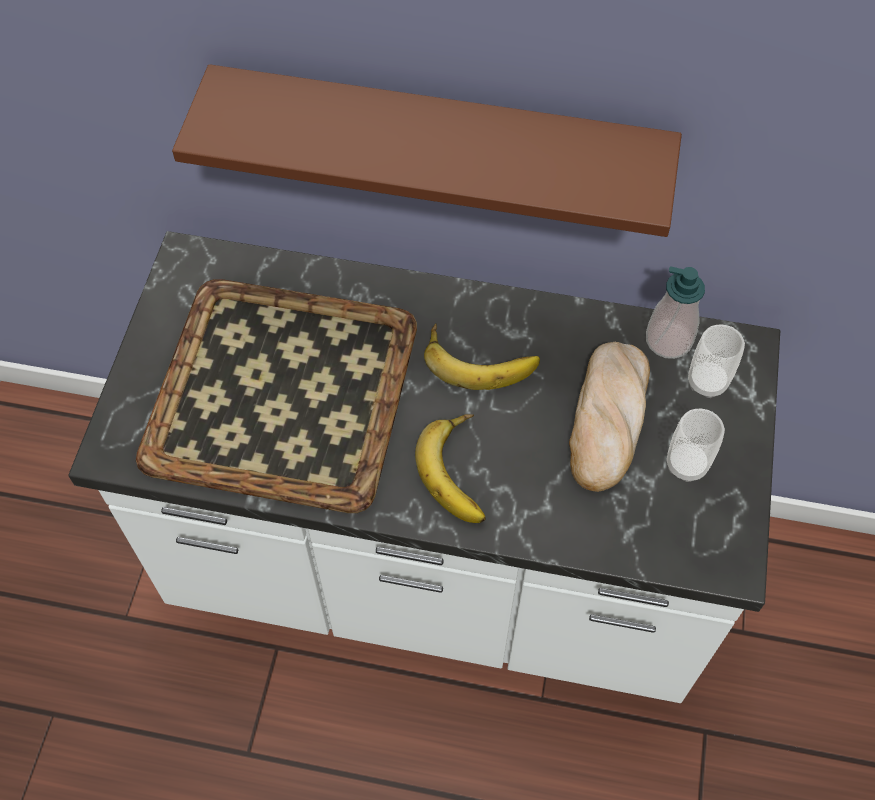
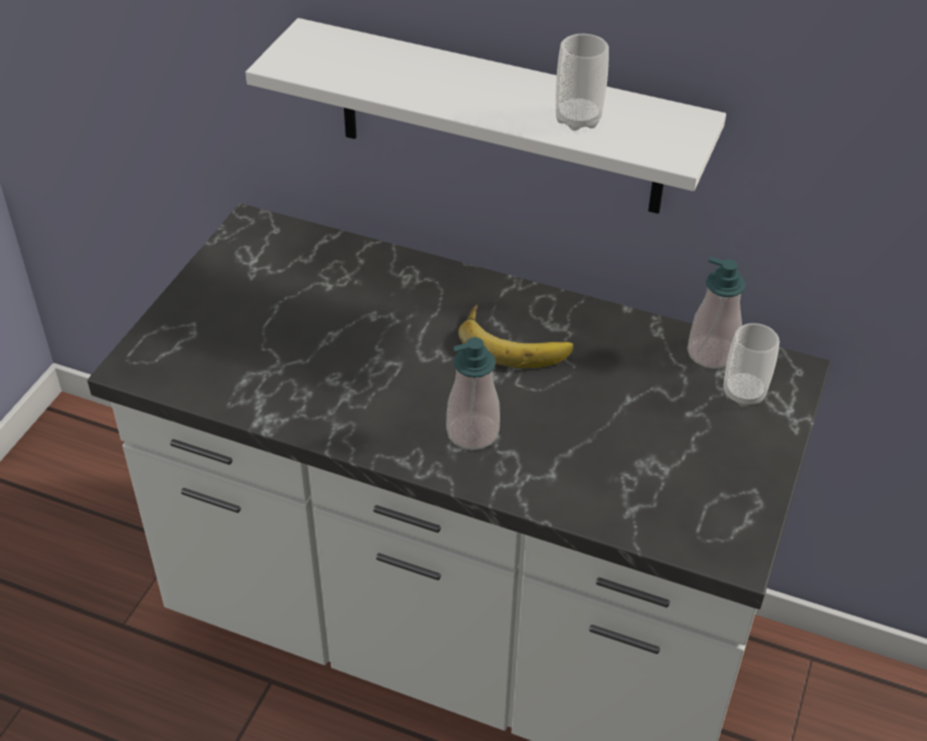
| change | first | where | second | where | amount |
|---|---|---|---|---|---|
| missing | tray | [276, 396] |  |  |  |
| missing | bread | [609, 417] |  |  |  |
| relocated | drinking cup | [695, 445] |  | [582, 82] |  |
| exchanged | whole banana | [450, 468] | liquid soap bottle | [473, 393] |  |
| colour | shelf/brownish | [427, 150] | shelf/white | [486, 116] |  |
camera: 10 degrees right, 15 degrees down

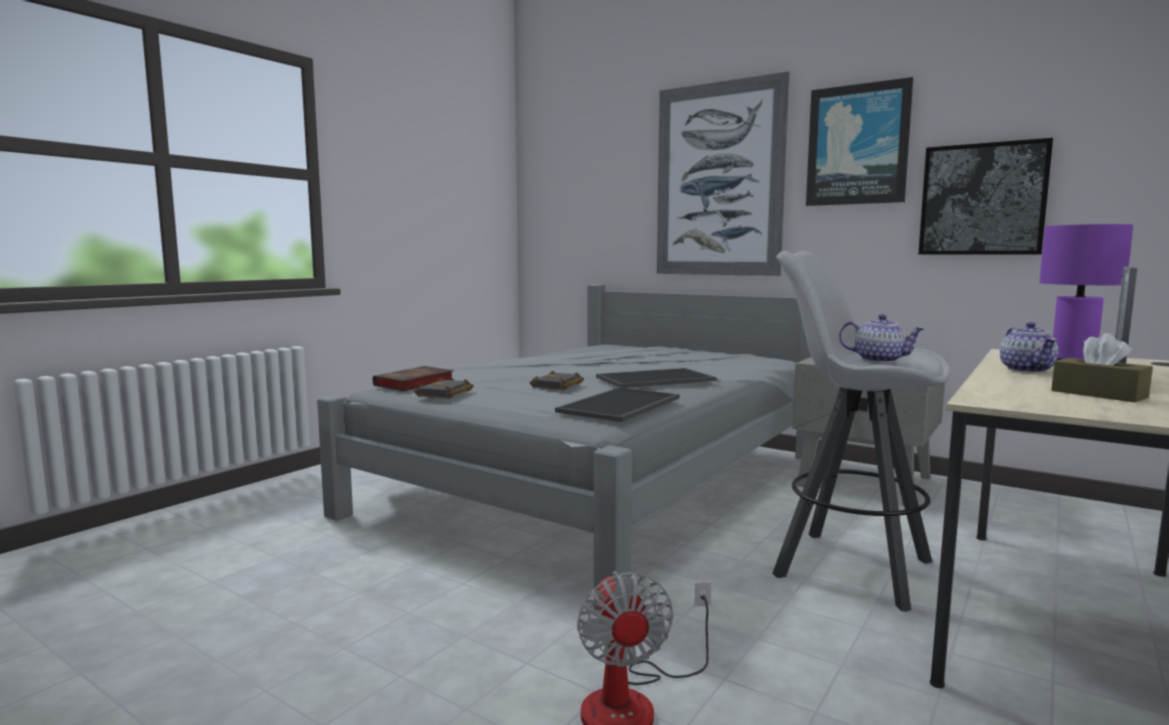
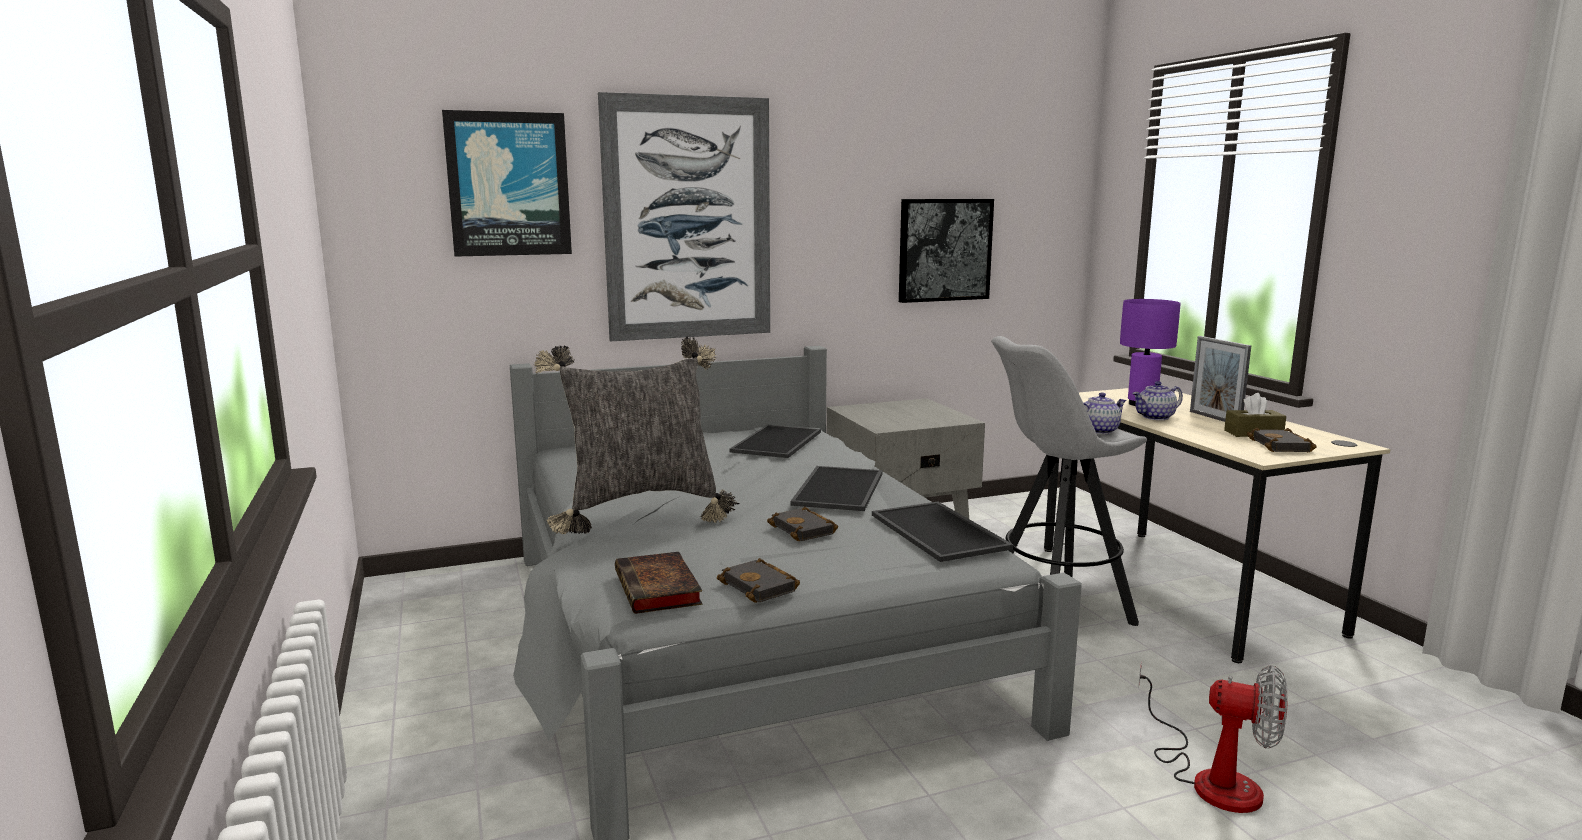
| change | first | where | second | where | amount |
|---|---|---|---|---|---|
| appeared |  |  | pillow | [636, 435] |  |
| appeared |  |  | tray | [775, 441] |  |
| appeared |  |  | bound book/blackish | [1282, 440] |  |
| relocated | picture | [859, 141] |  | [507, 183] |  |
| spun | tea pot | [1029, 347] |  | [1157, 400] | 120 degrees clockwise |
camera: 55 degrees left, 5 degrees up

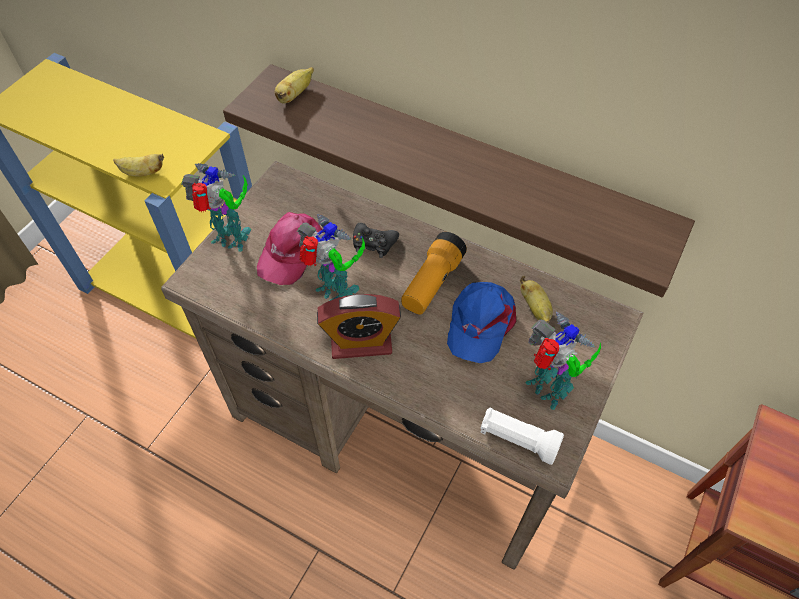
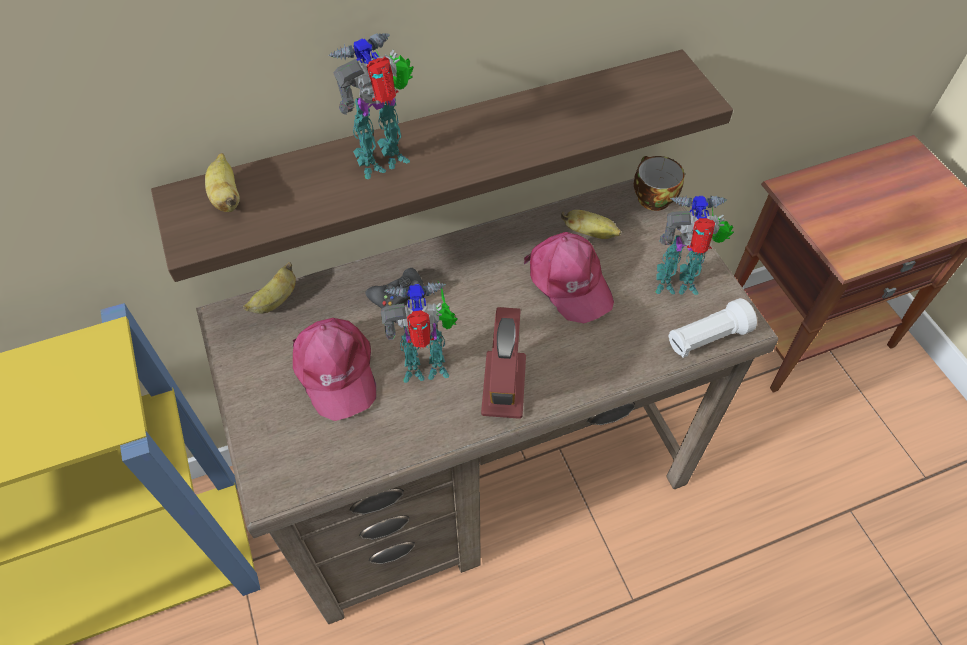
| change | first | where | second | where | amount |
|---|---|---|---|---|---|
| missing | hand torch | [434, 273] |  |  |  |
| appeared |  |  | drinking cup | [659, 183] |  |
| relocated | whole banana | [138, 165] |  | [269, 288] |  |
| relocated | model robot | [216, 207] |  | [370, 106] |  |
| colour | peaked cap/bluish | [481, 322] | peaked cap/pinkish | [569, 277] |  |
| spun | bedside clock | [359, 326] |  | [503, 363] | 150 degrees clockwise |
camera: 50 degrees left, 0 degrees up

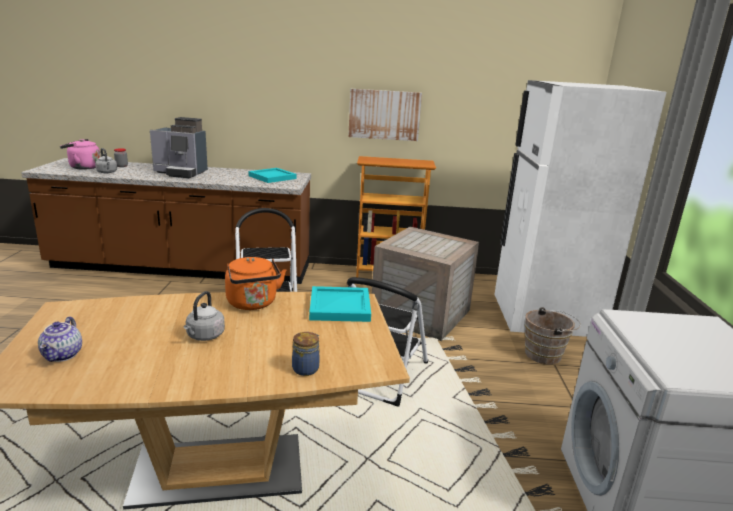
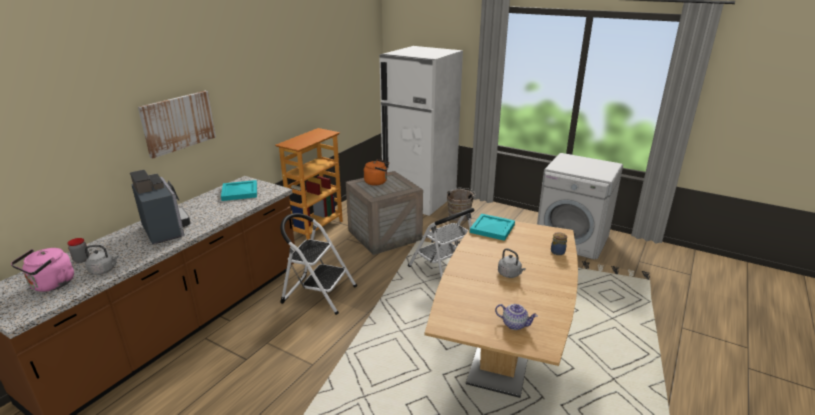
| change | first | where | second | where | amount |
|---|---|---|---|---|---|
| relocated | water kettle/orange | [255, 283] |  | [376, 172] |  |
| relocated | picture | [385, 115] |  | [177, 125] |  |
| spun | coffee maker | [179, 147] |  | [160, 207] | 75 degrees counterclockwise |
camera: 60 degrees left, 5 degrees up

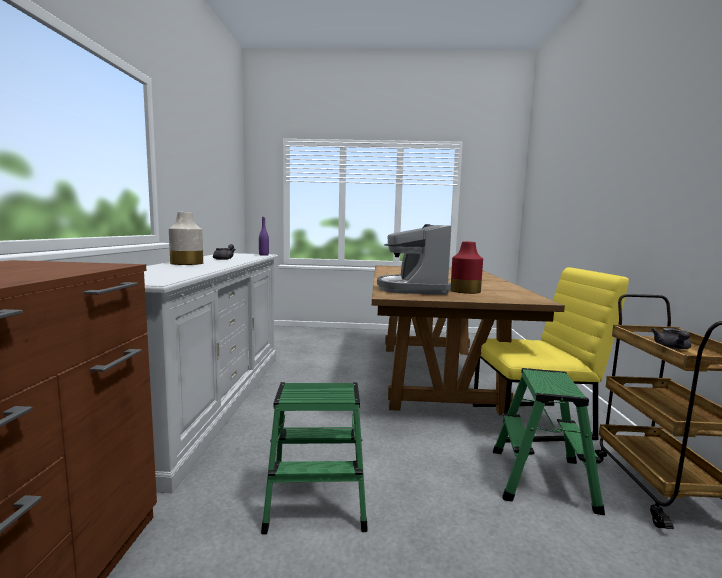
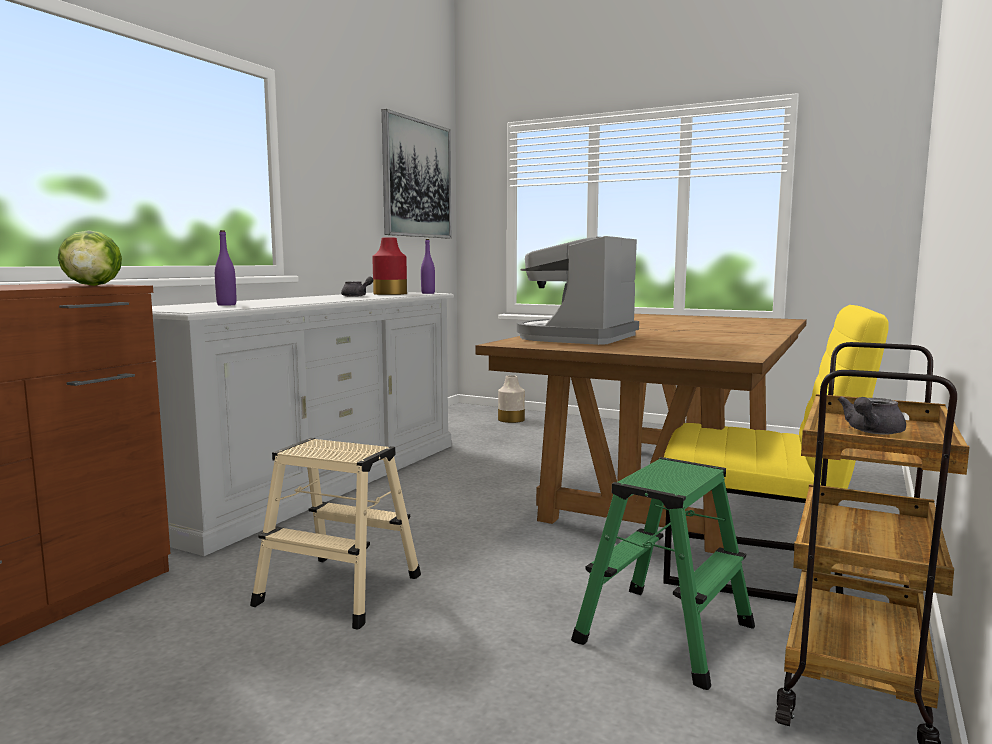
| change | first | where | second | where | amount |
|---|---|---|---|---|---|
| appeared |  |  | head of lettuce | [90, 258] |  |
| appeared |  |  | drink bottle/purple-coloured | [225, 268] |  |
| appeared |  |  | picture | [416, 173] |  |
| relocated | flower vase/beige-coloured | [186, 238] |  | [511, 399] |  |
| relocated | flower vase/red | [466, 268] |  | [389, 266] |  |
| colour | step stool/green | [314, 458] | step stool/beige-coloured | [335, 533] |  |
camera: 25 degrees right, 0 degrees up

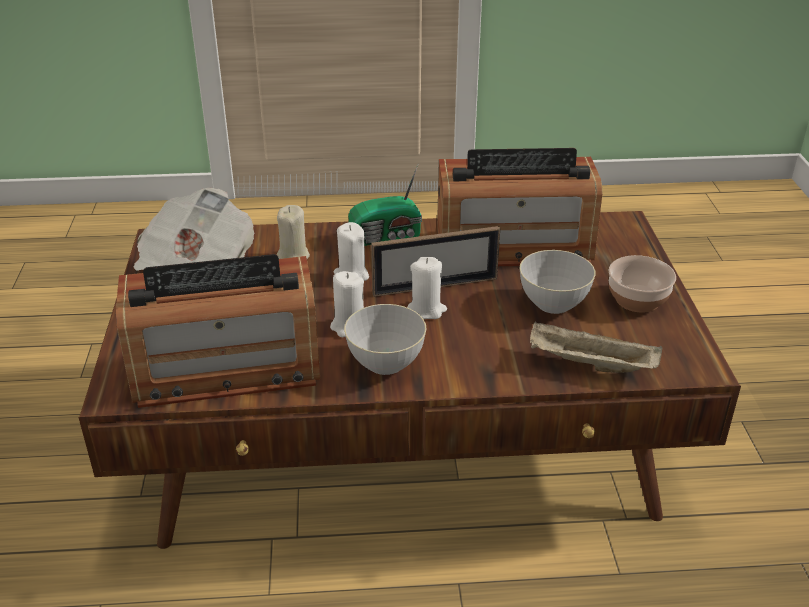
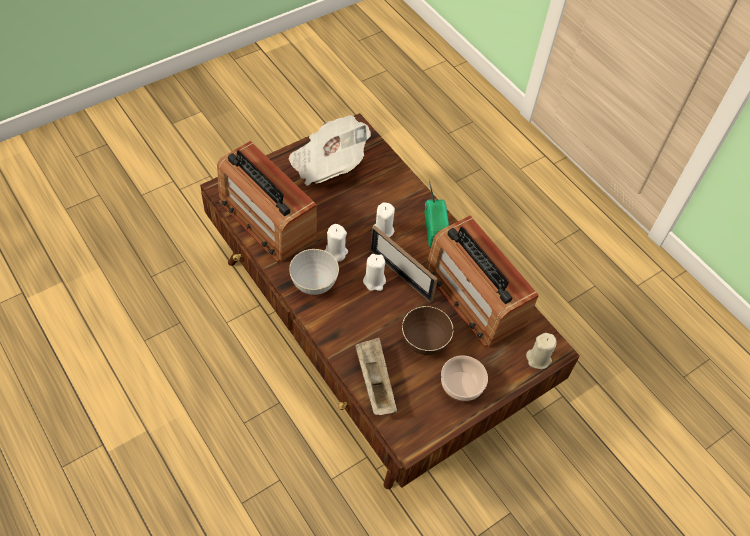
| change | first | where | second | where | amount |
|---|---|---|---|---|---|
| relocated | candle/beige-coloured | [293, 232] |  | [541, 351] |  |
| colour | deep dish/gray | [558, 282] | deep dish/brownish | [427, 330] |  |
| spun | radio set | [385, 205] |  | [437, 214] | 135 degrees counterclockwise |
camera: 55 degrees right, 20 degrees up

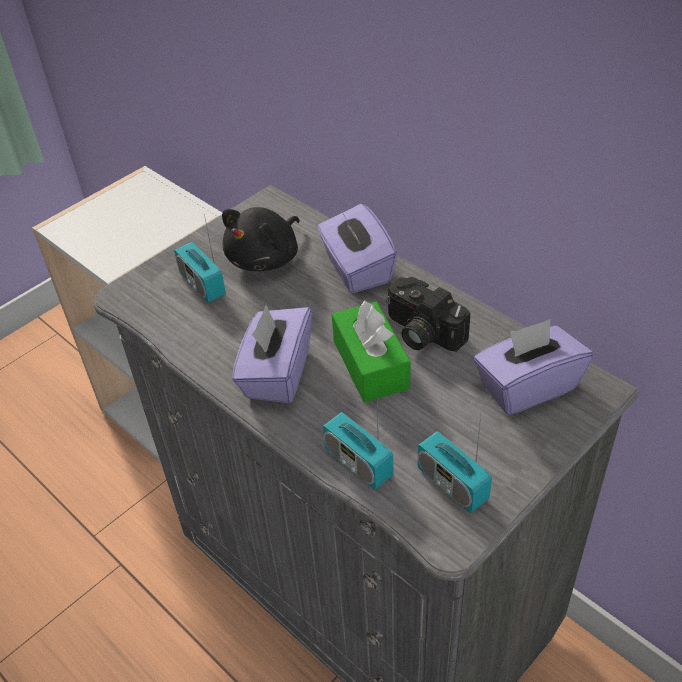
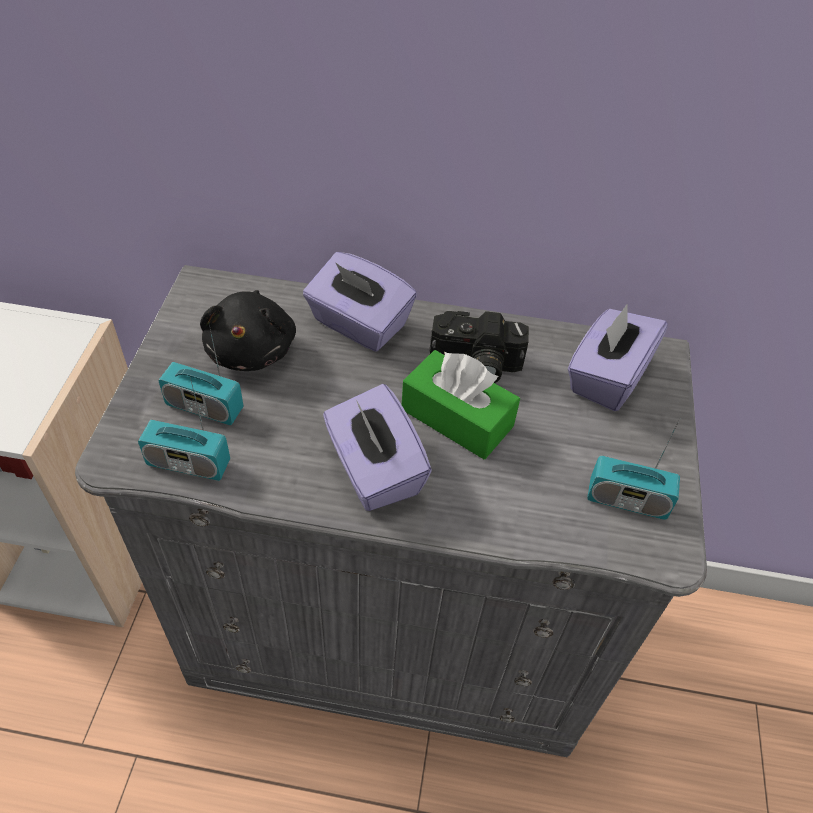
| change | first | where | second | where | amount |
|---|---|---|---|---|---|
| relocated | radio set | [358, 440] |  | [184, 429] |  |
camera: 40 degrees left, 5 degrees up

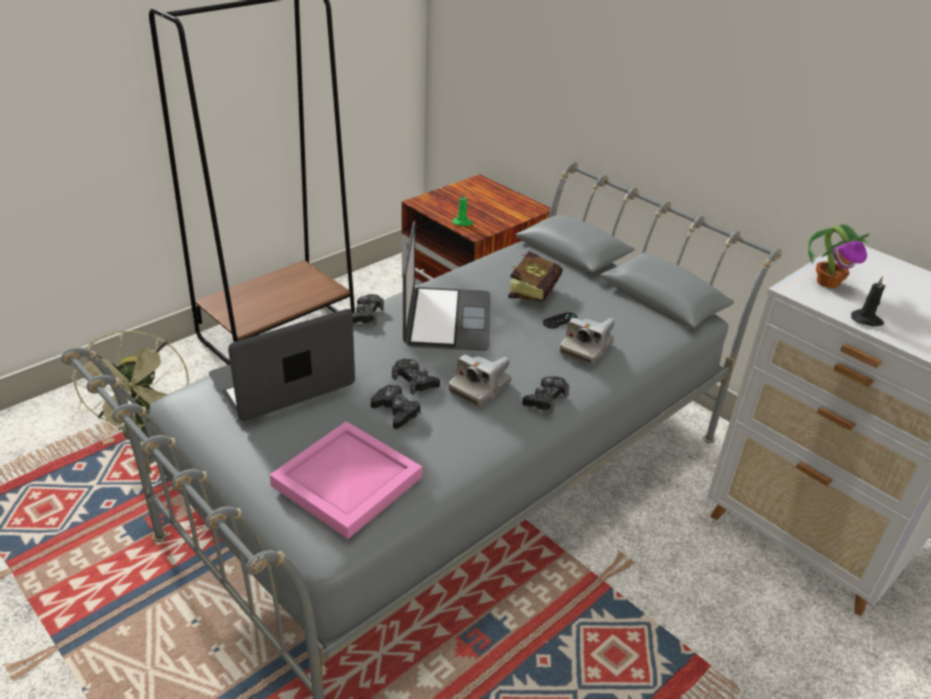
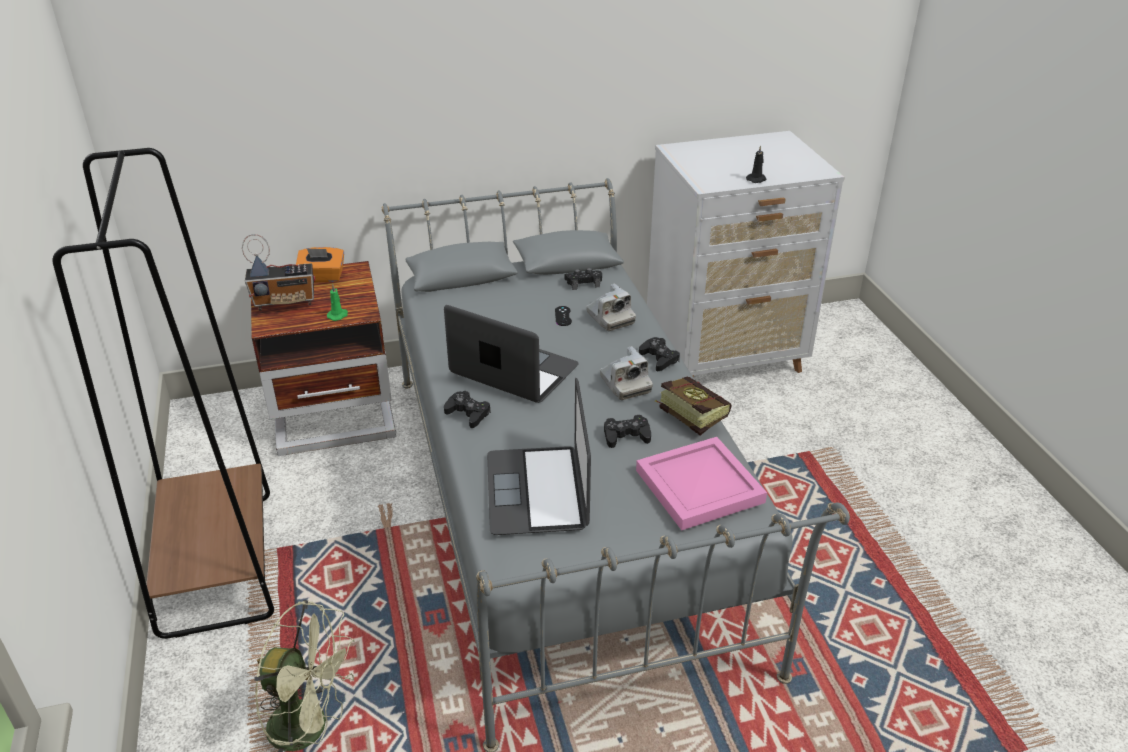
| change | first | where | second | where | amount |
|---|---|---|---|---|---|
| missing | plant in a pot | [839, 256] |  |  |  |
| appeared |  |  | radio set | [278, 272] |  |
| appeared |  |  | box of tissues/orange | [320, 264] |  |
| relocated | gamepad/blackish | [416, 377] |  | [583, 279] |  |
| relocated | bound book | [535, 276] |  | [693, 406] |  |
camera: 60 degrees left, 0 degrees up

